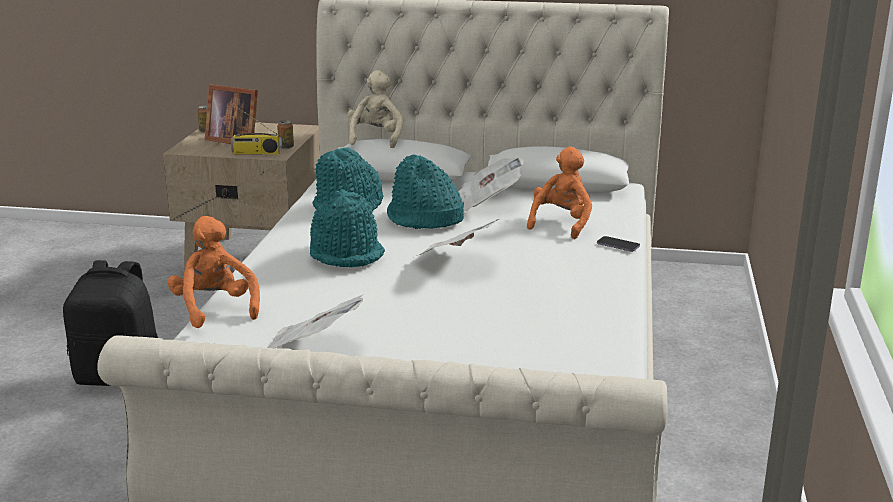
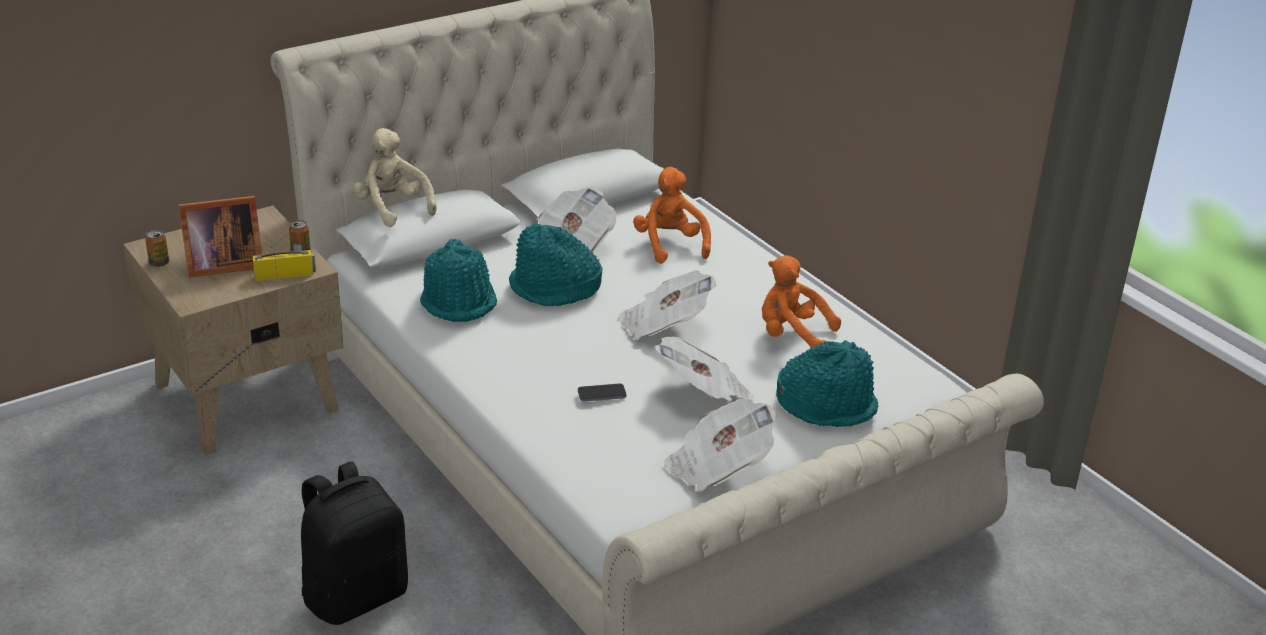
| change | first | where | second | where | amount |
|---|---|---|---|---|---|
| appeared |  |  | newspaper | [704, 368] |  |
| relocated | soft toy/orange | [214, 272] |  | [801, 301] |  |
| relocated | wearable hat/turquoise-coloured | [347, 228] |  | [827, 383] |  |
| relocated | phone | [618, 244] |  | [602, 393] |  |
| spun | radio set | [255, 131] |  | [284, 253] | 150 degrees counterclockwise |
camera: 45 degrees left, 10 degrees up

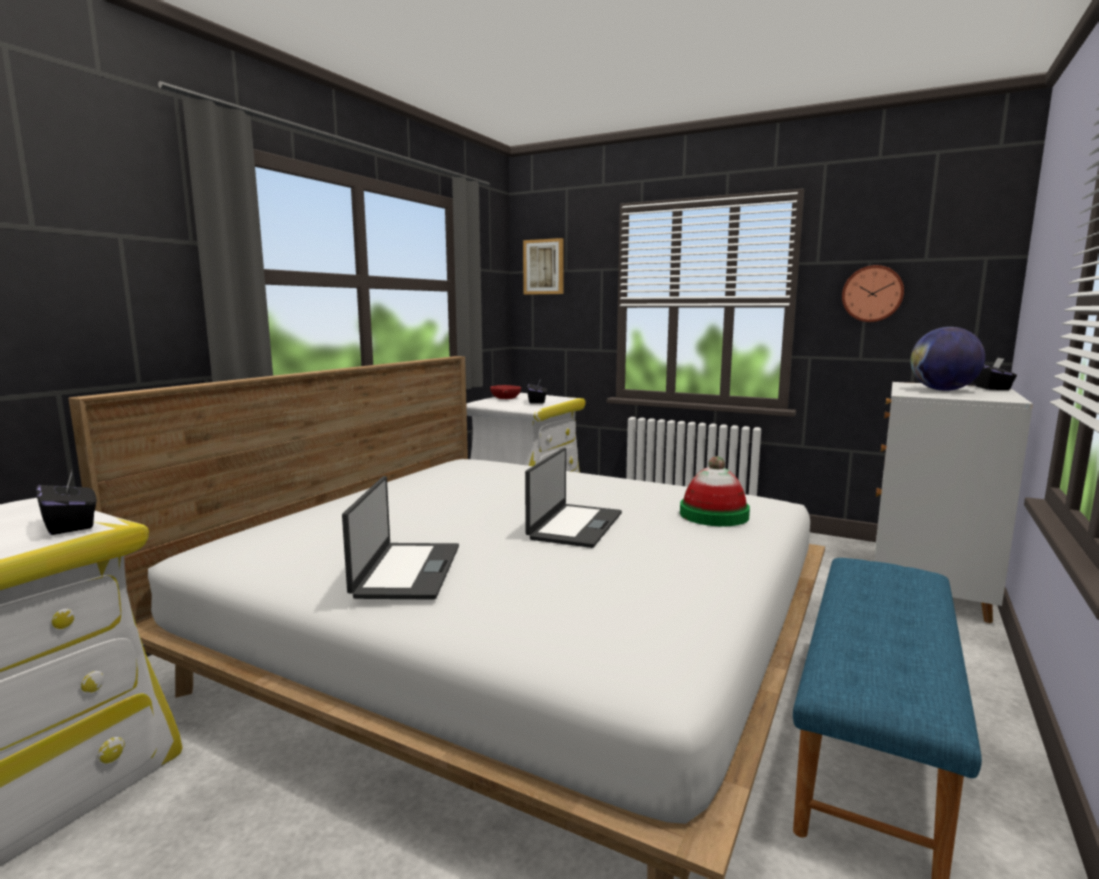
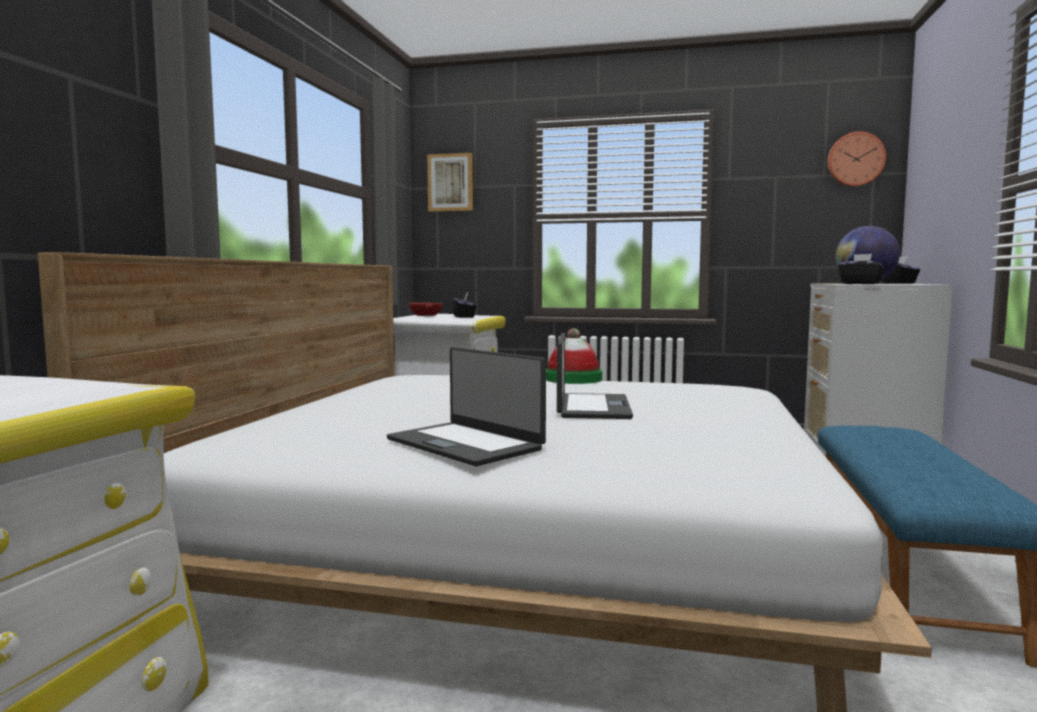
| change | first | where | second | where | amount |
|---|---|---|---|---|---|
| relocated | box of tissues/blackish | [66, 503] |  | [861, 269] |  |
| relocated | wearable hat | [715, 491] |  | [574, 356] |  |
| relocated | wall clock | [873, 293] |  | [856, 159] |  |
| spun | laptop | [400, 538] |  | [466, 406] | 150 degrees clockwise |
camera: 15 degrees left, 5 degrees down

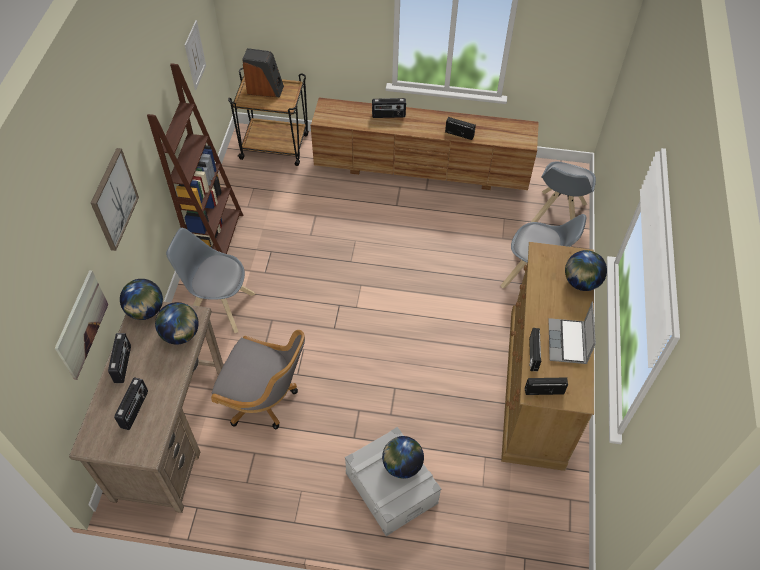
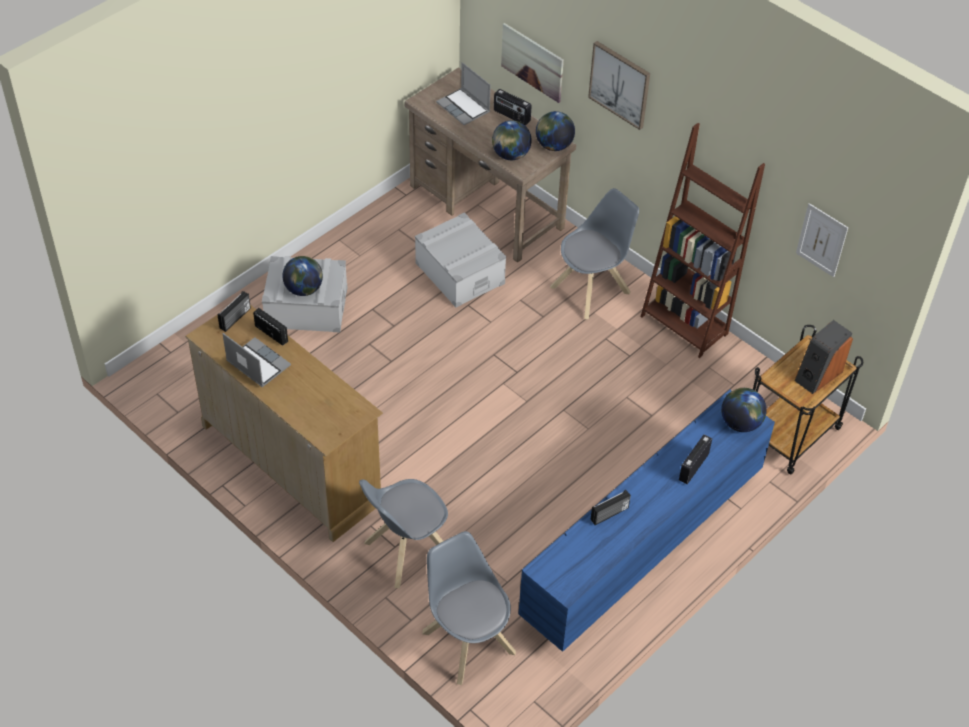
| change | first | where | second | where | amount |
|---|---|---|---|---|---|
| relocated | desk globe | [586, 270] |  | [744, 410] |  |
| exchanged | radio set | [131, 403] | laptop | [463, 93] |  |
| exchanged | office chair/gray | [258, 379] | storage container/gray | [460, 259] |  |
| colour | cupboard/brownish | [425, 143] | cupboard/bluish | [646, 520] |  |
camera: 125 degrees right, 5 degrees down

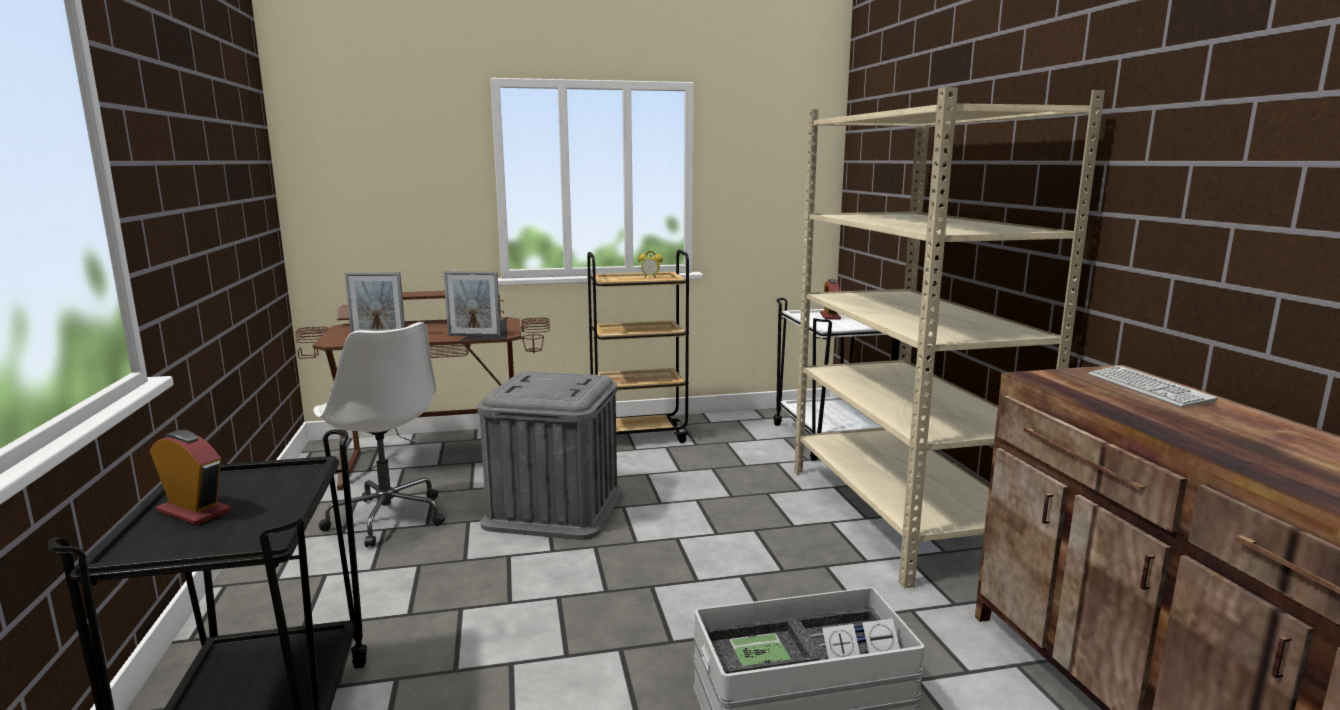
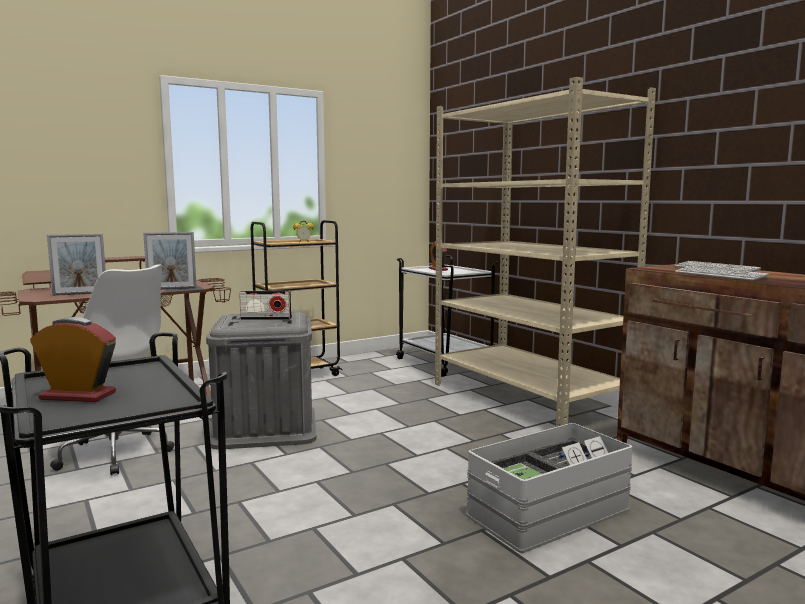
| change | first | where | second | where | amount |
|---|---|---|---|---|---|
| appeared |  |  | radio set | [265, 305] |  |
| appeared |  |  | keyboard | [722, 273] |  |
camera: 20 degrees left, 5 degrees down

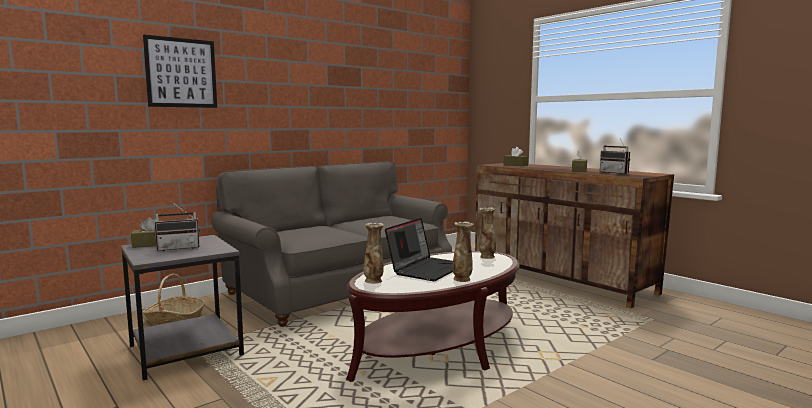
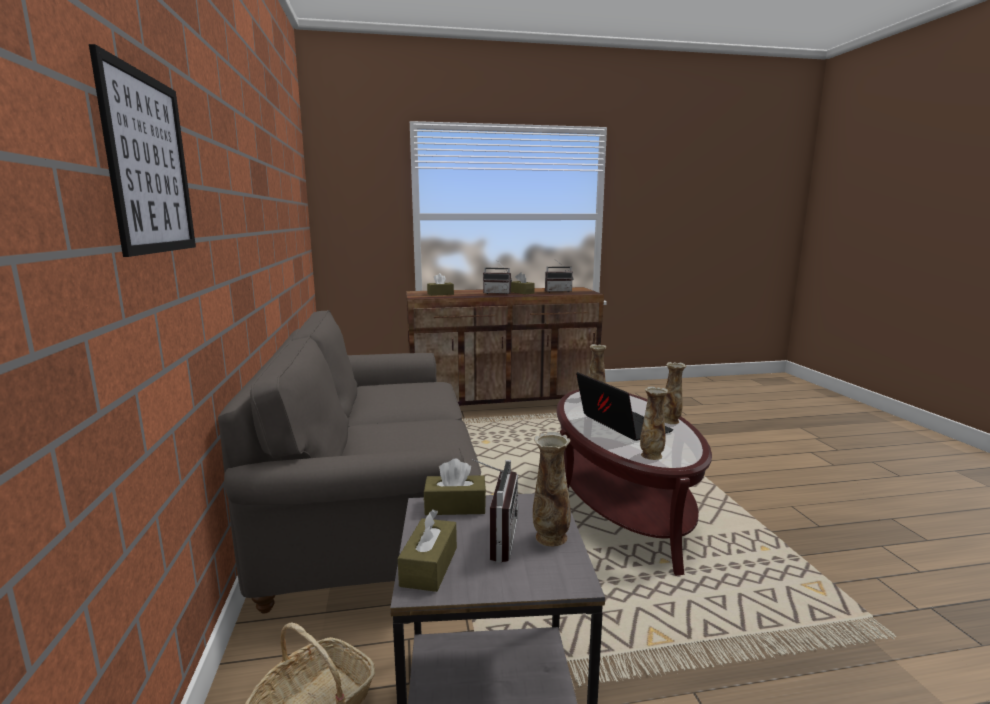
| change | first | where | second | where | amount |
|---|---|---|---|---|---|
| appeared |  |  | box of tissues/brownish | [455, 487] |  |
| appeared |  |  | radio set | [497, 277] |  |
| appeared |  |  | flower vase | [552, 489] |  |
camera: 60 degrees left, 5 degrees up

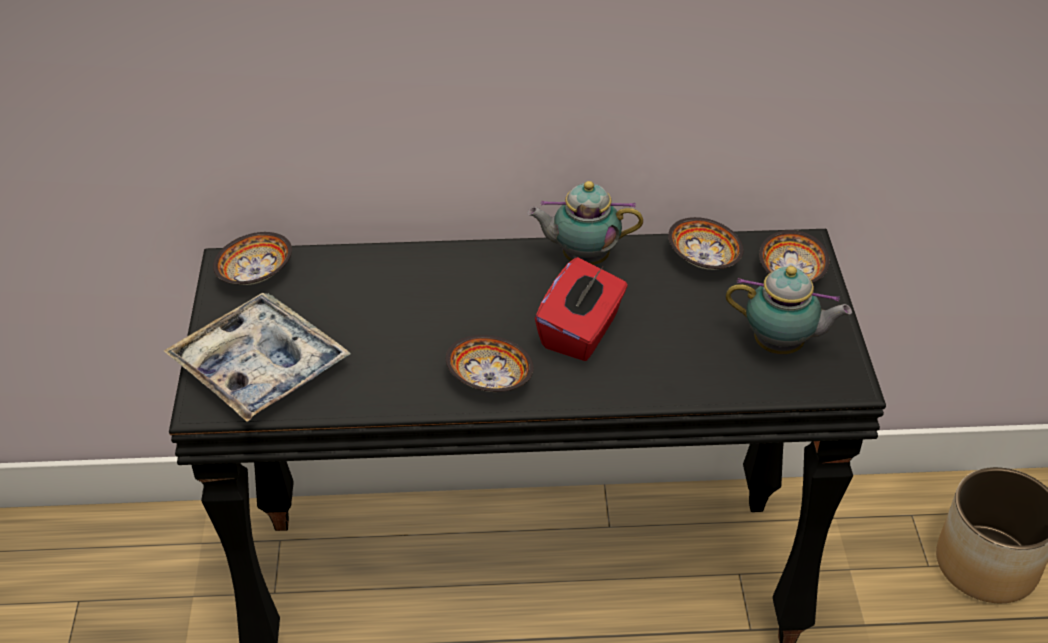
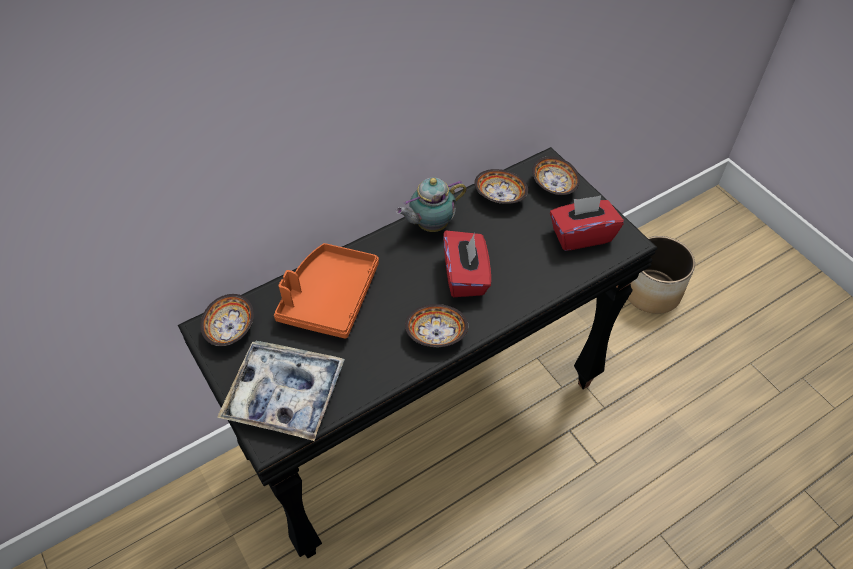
| change | first | where | second | where | amount |
|---|---|---|---|---|---|
| appeared |  |  | tray/orange | [326, 291] |  |
| exchanged | tea pot | [789, 310] | box of tissues/red | [587, 223] |  |
camera: 30 degrees left, 10 degrees up

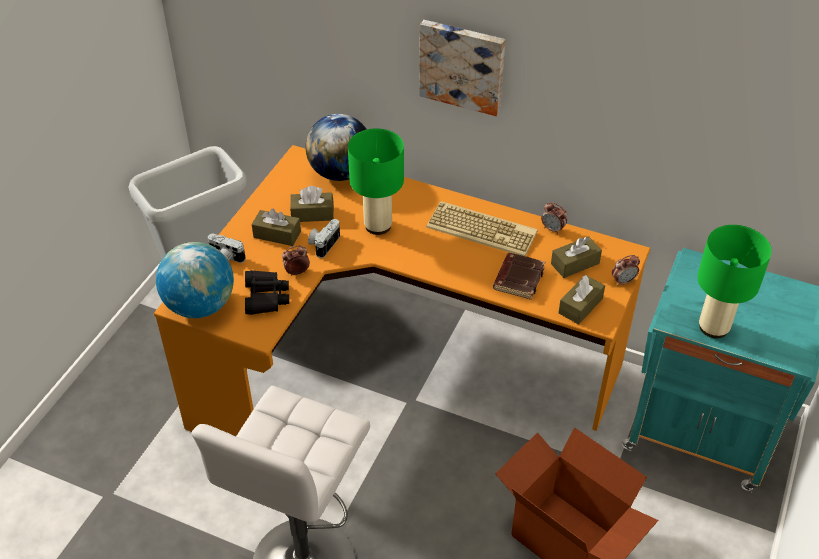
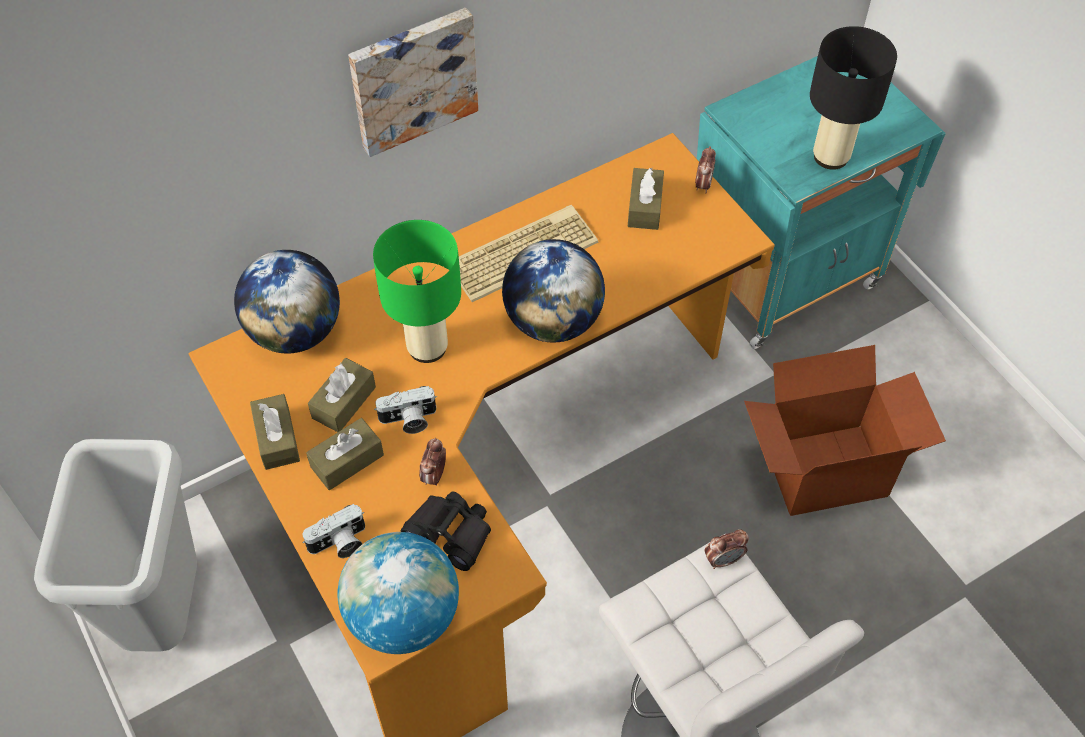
| change | first | where | second | where | amount |
|---|---|---|---|---|---|
| missing | bound book/brownish | [519, 276] |  |  |  |
| appeared |  |  | desk globe | [553, 291] |  |
| relocated | bedside clock | [554, 218] |  | [726, 549] |  |
| relocated | box of tissues/brownish | [581, 299] |  | [275, 432] |  |
| colour | table lamp/green | [735, 281] | table lamp/blackish | [853, 98] |  |
| spun | photo camera | [324, 238] |  | [405, 410] | 75 degrees counterclockwise |
camera: 55 degrees left, 10 degrees up

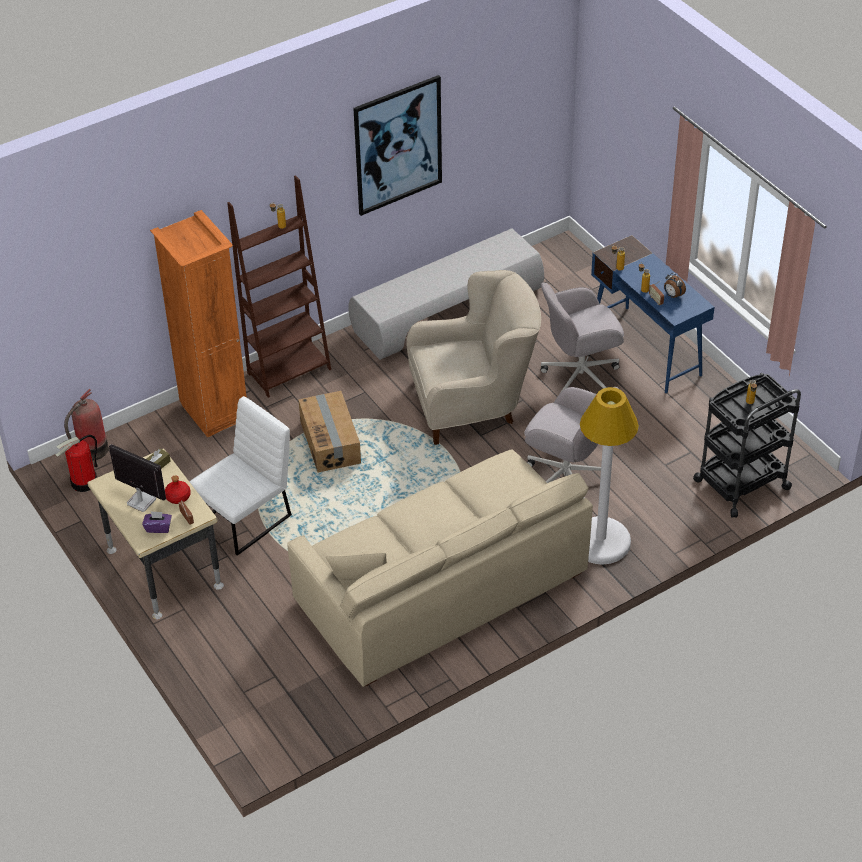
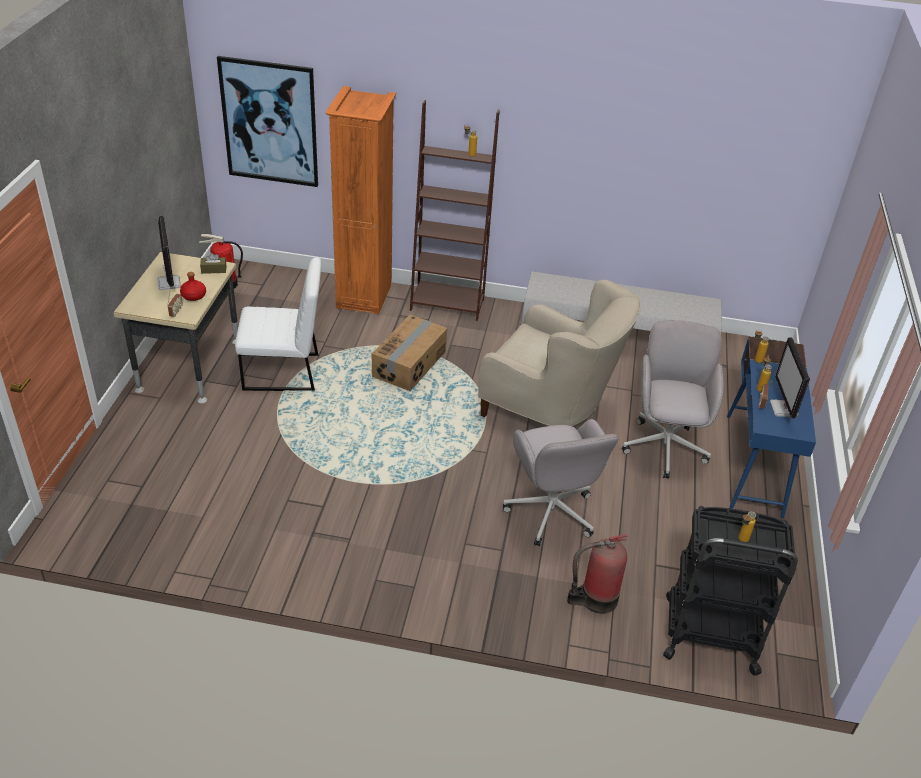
| change | first | where | second | where | amount |
|---|---|---|---|---|---|
| missing | box of tissues/purple-coloured | [157, 522] |  |  |  |
| missing | couch/beige-coloured | [440, 568] |  |  |  |
| missing | standing lamp/white | [609, 476] |  |  |  |
| relocated | fire extinguisher | [86, 425] |  | [597, 574] |  |
| relocated | picture | [397, 145] |  | [267, 121] |  |
| exchanged | bedside clock | [675, 285] | computer screen | [790, 378] |  |
| spun | office chair/gray | [582, 337] |  | [673, 399] | 75 degrees clockwise |
camera: 40 degrees right, 5 degrees down

